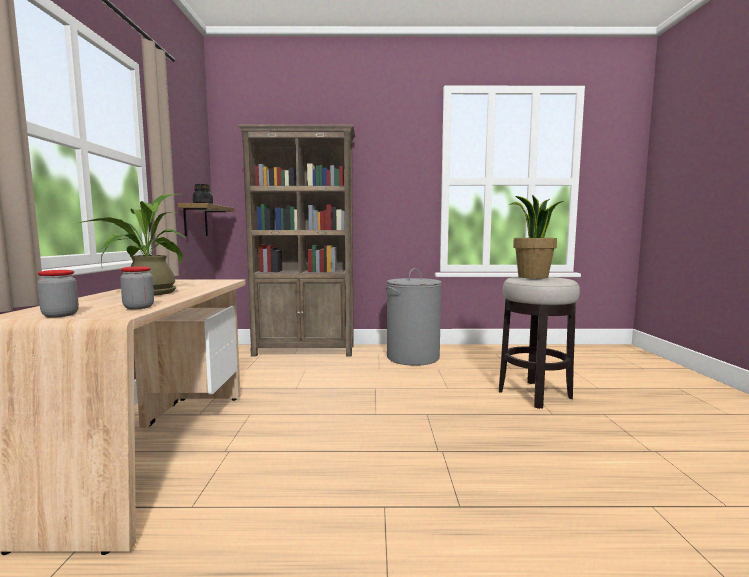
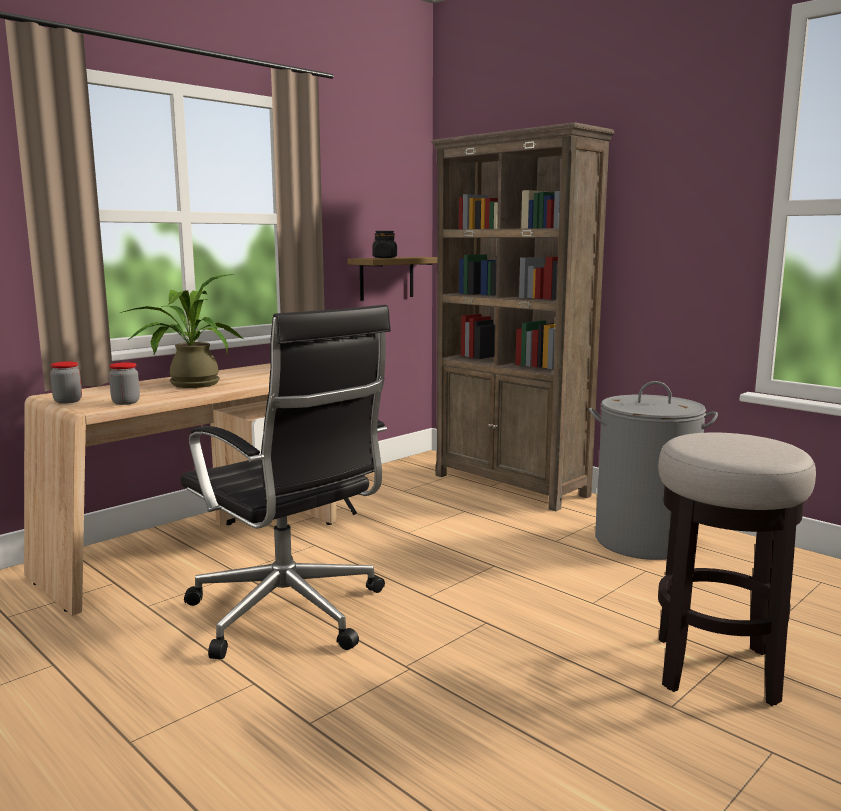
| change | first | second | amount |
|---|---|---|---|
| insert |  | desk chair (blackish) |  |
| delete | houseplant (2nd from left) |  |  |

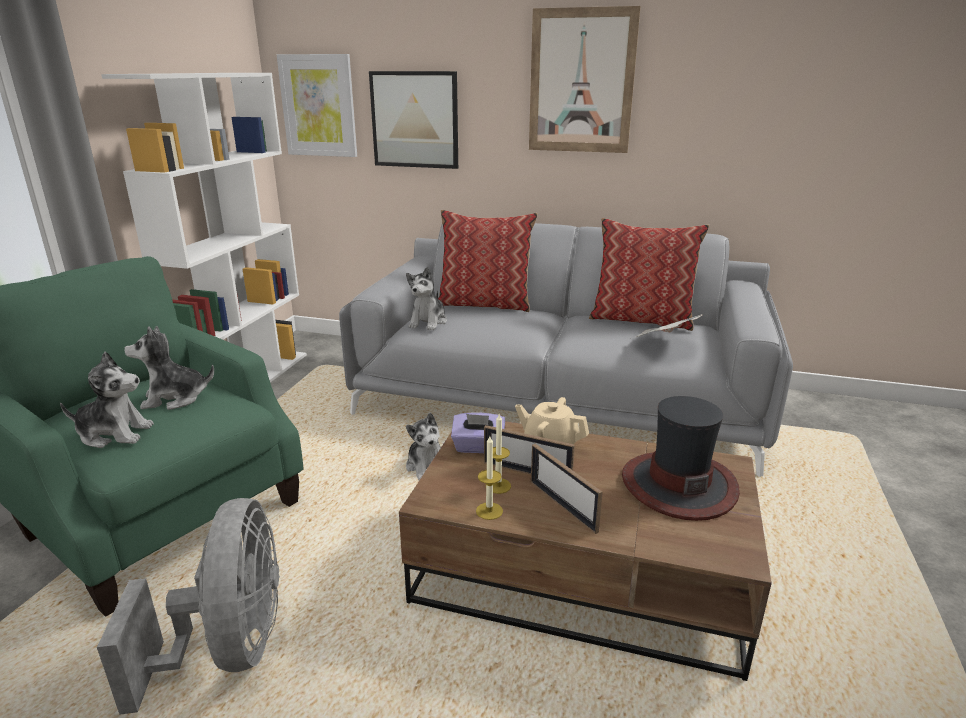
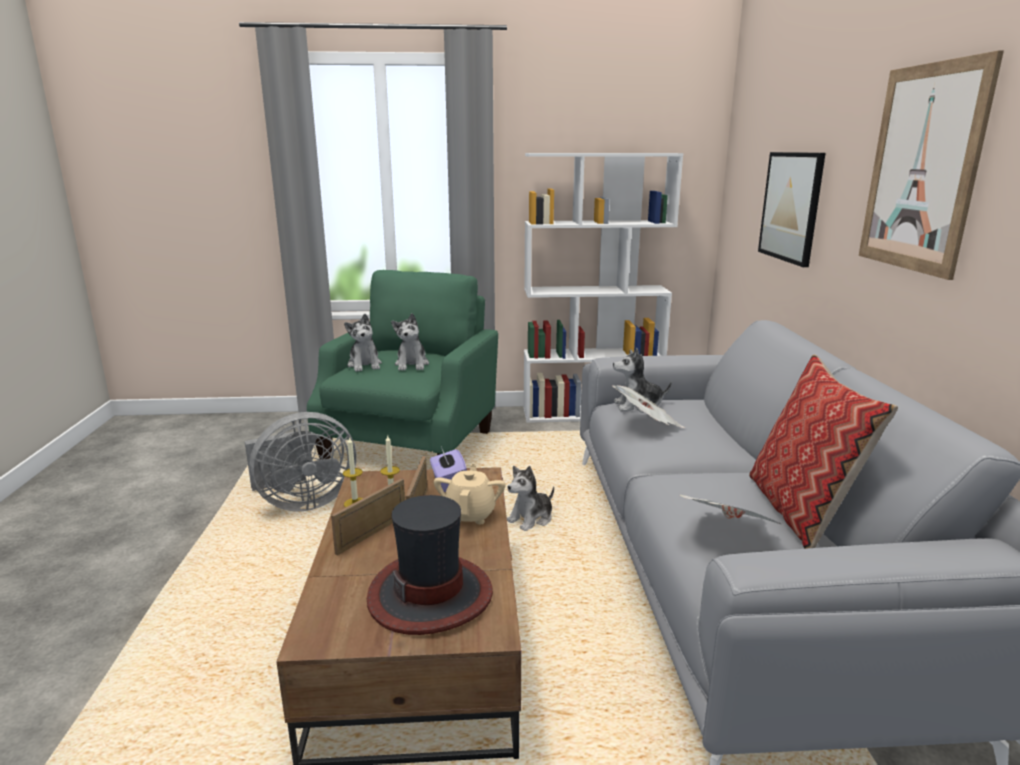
| change | first | second | amount |
|---|---|---|---|
| rotate | soft toy (2nd from left) |  | 150 degrees counterclockwise |
| insert |  | newspaper (1st from left) |  |
| delete | wall art (1st from left) |  |  |
| delete | cushion (1st from left) |  |  |

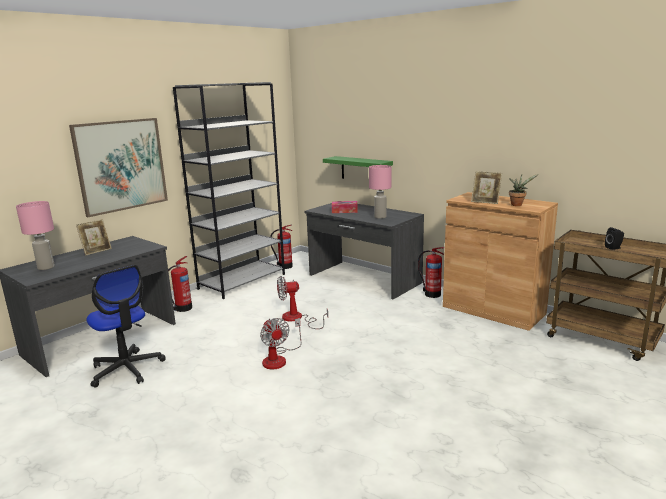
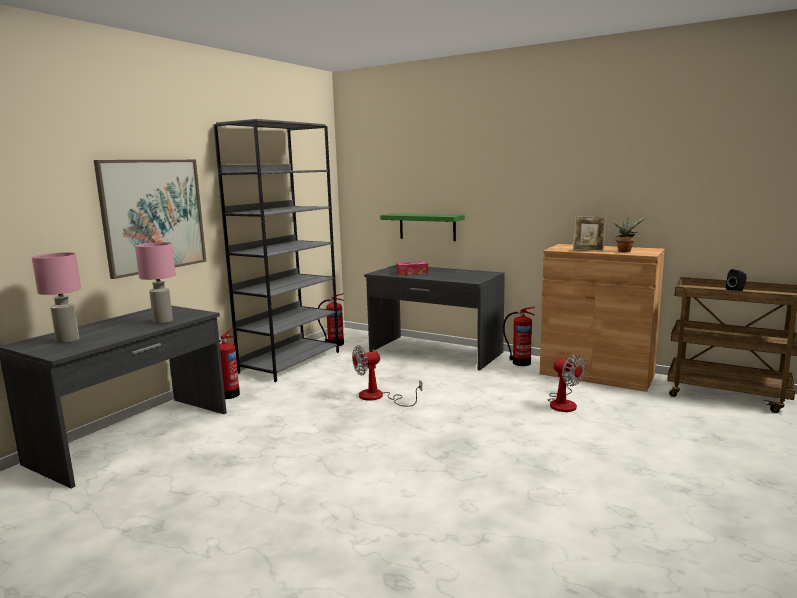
| change | first | second | amount |
|---|---|---|---|
| move | tabletop lamp (pink-coloured) (2nd from left) |  |  |
| move | fan (1st from left in the first image) | fan (2nd from left) |  |
| delete | standing frame (1st from left) |  |  |
| delete | desk chair |  |  |

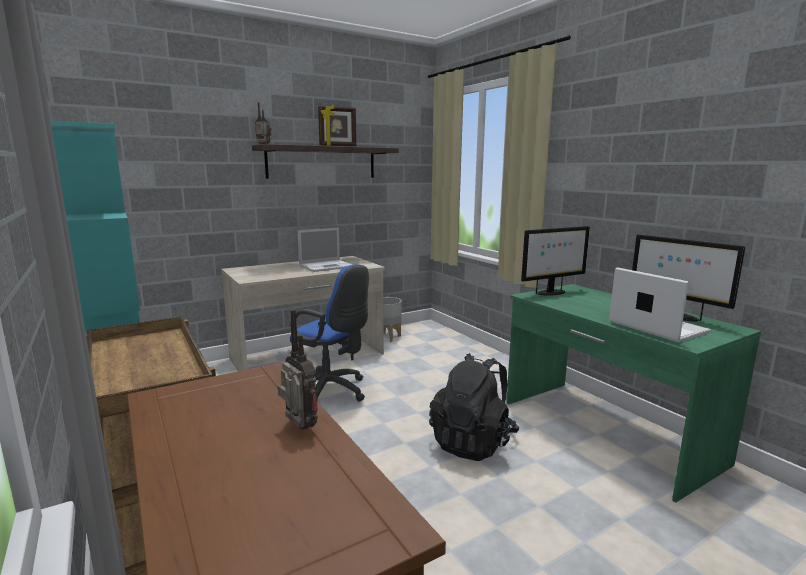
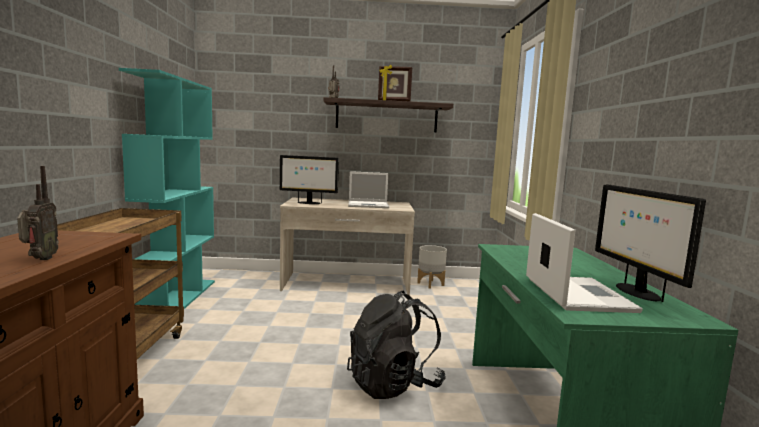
| change | first | second | amount |
|---|---|---|---|
| move | computer screen (1st from left) |  |  |
| delete | desk chair (blue-coloured) |  |  |

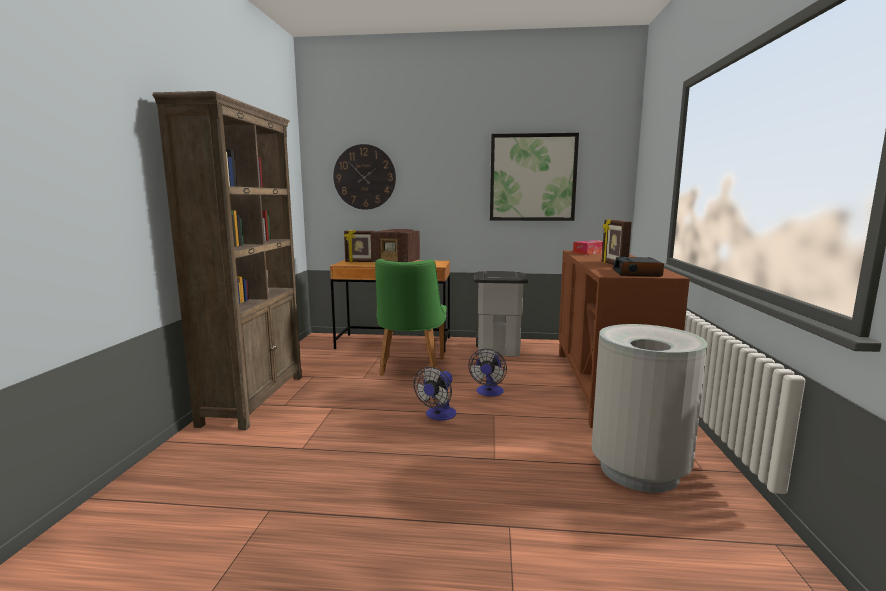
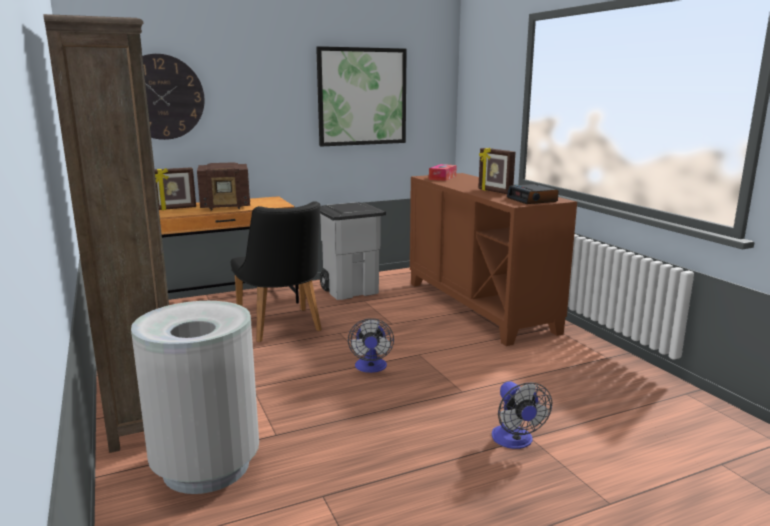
| change | first | second | amount |
|---|---|---|---|
| move | rubbish bin (gray) (2nd from left in the first image) | rubbish bin (gray) (1st from left) |  |
| recolor | chair (green-coloured) | chair (blackish) |  |
| move | fan (2nd from left) |  |  |

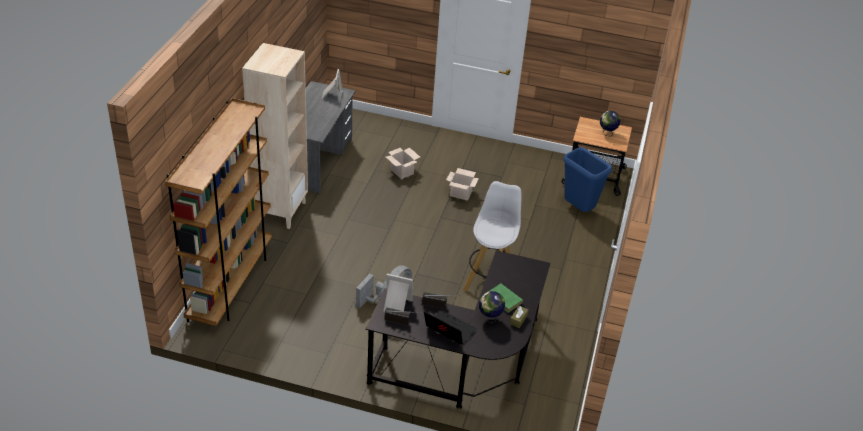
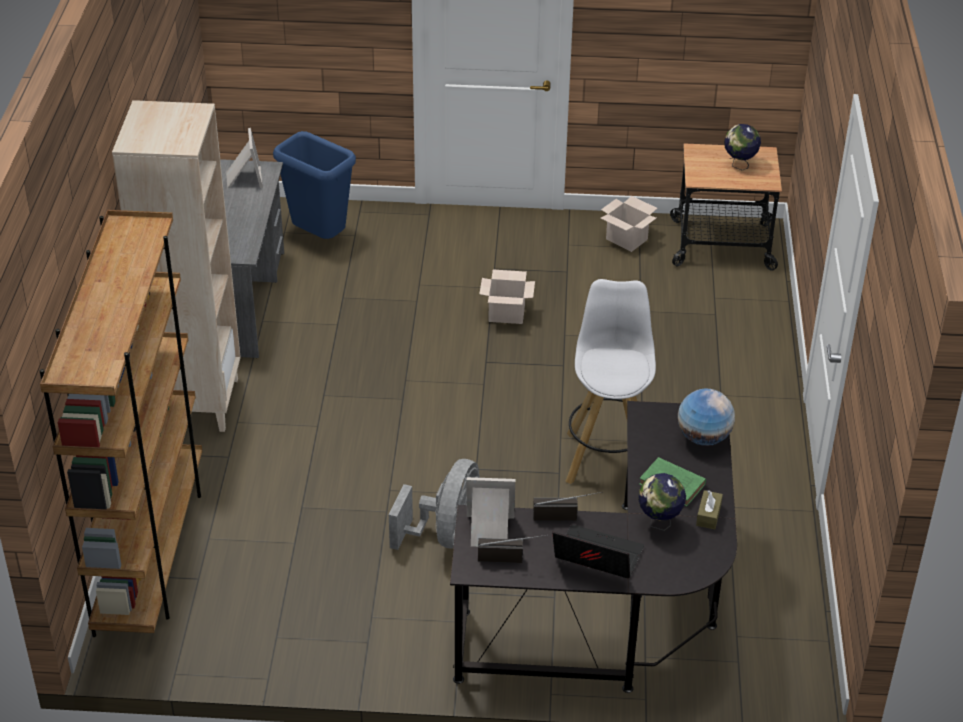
| change | first | second | amount |
|---|---|---|---|
| move | rubbish bin (blue-coloured) |  |  |
| move | cardboard box (1st from left in the first image) | cardboard box (2nd from left) |  |
| insert |  | desk globe (2nd from left) |  |

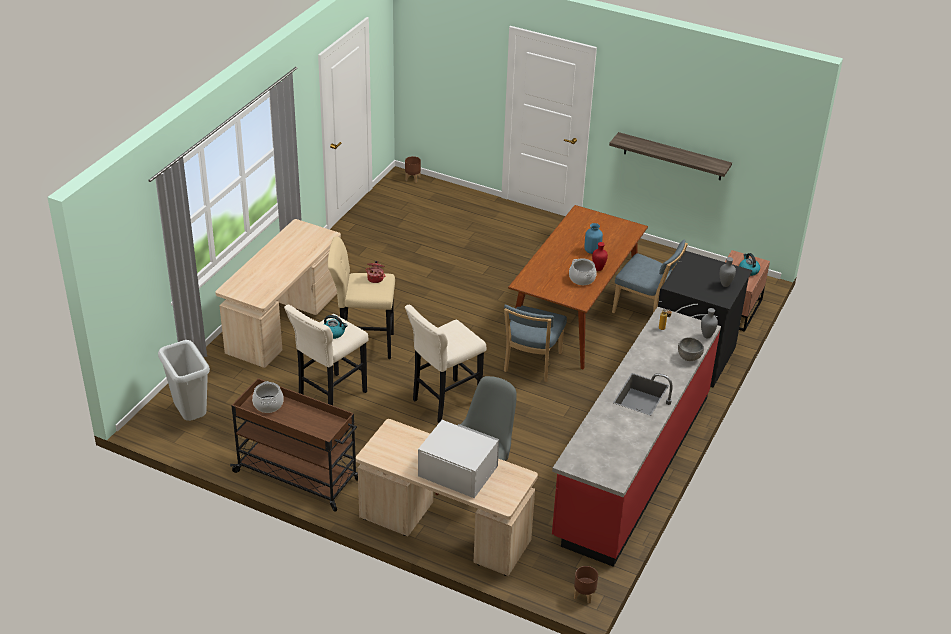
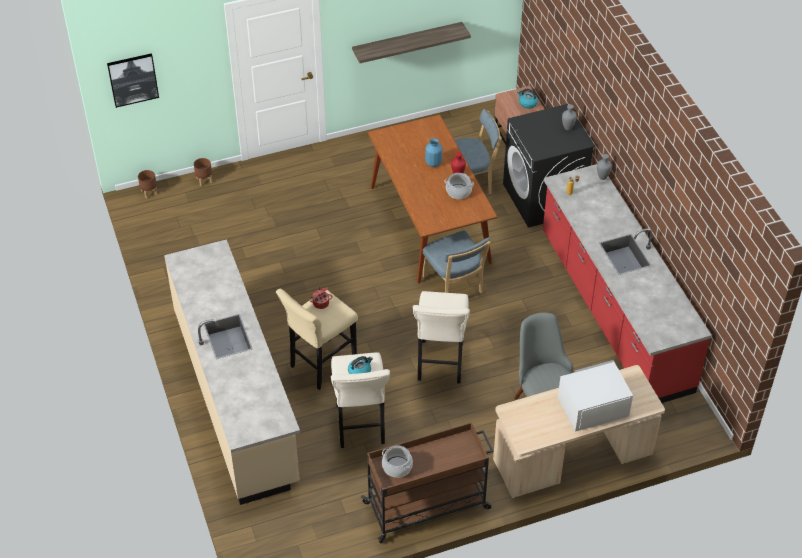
| change | first | second | amount |
|---|---|---|---|
| insert |  | wall art |  |
| replace | desk table (sand-coloured) (1st from left) | kitchen base unit (sand-coloured) |  |
| move | flower pot (brown) (2nd from left) |  |  |
| delete | rubbish bin (gray) |  |  |
| delete | bowl (gray) |  |  |

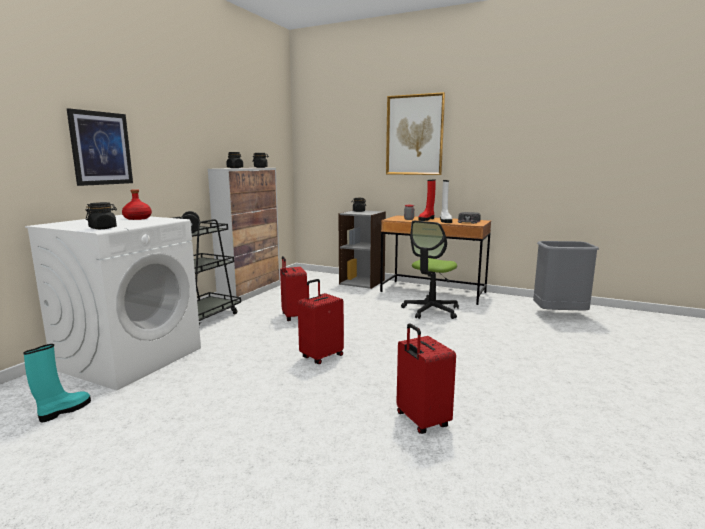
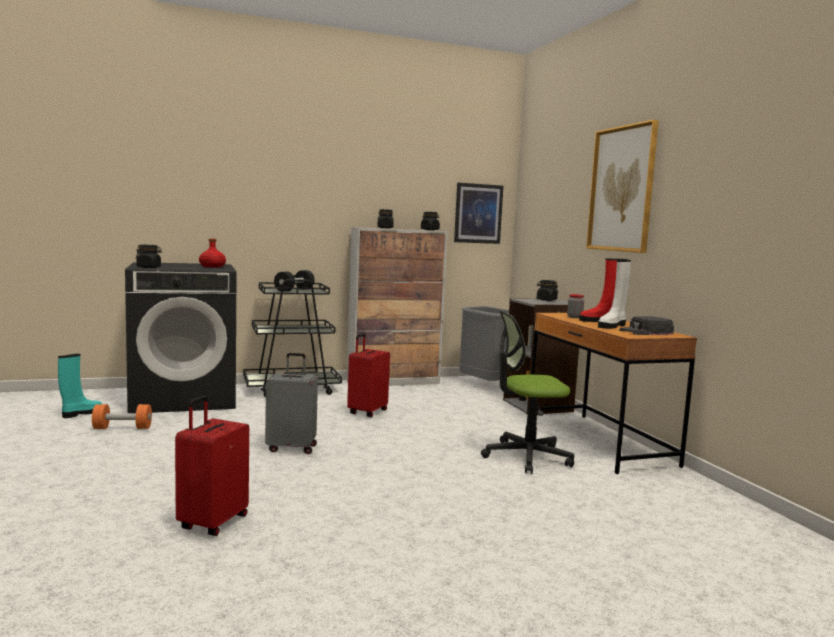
| change | first | second | amount |
|---|---|---|---|
| rotate | high-top boot (turquoise) |  | 45 degrees counterclockwise |
| insert |  | dumbbell (orange) |  |
| recolor | laundry machine (white-coloured) | laundry machine (blackish) |  |
| recolor | suitcase (reddish) (2nd from left) | suitcase (gray) |  |
| move | wall art (1st from left) |  |  |
| move | rubbish bin (gray) |  |  |

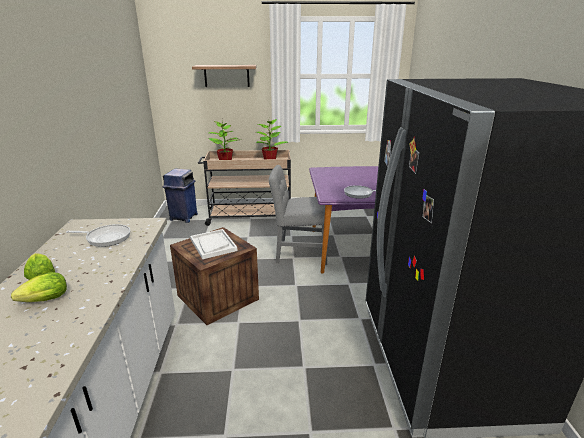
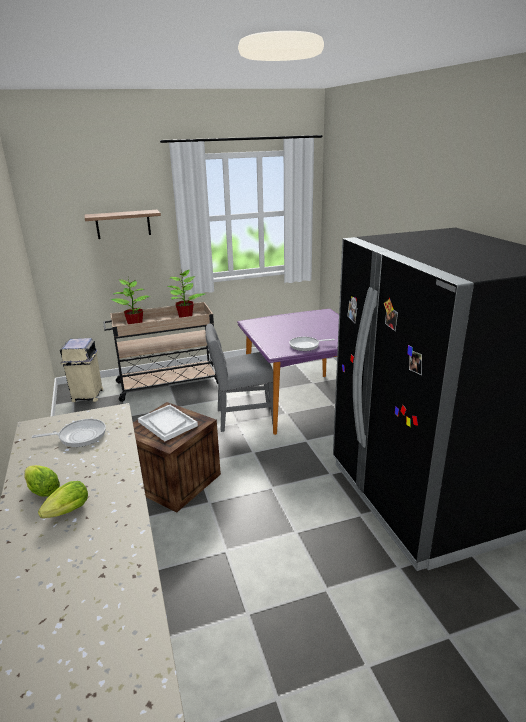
| change | first | second | amount |
|---|---|---|---|
| recolor | rubbish bin (blue-coloured) | rubbish bin (sand-coloured) |  |

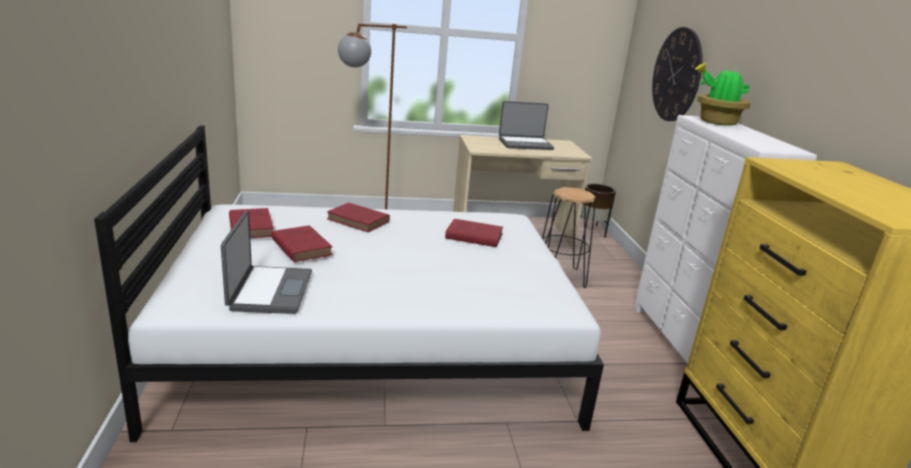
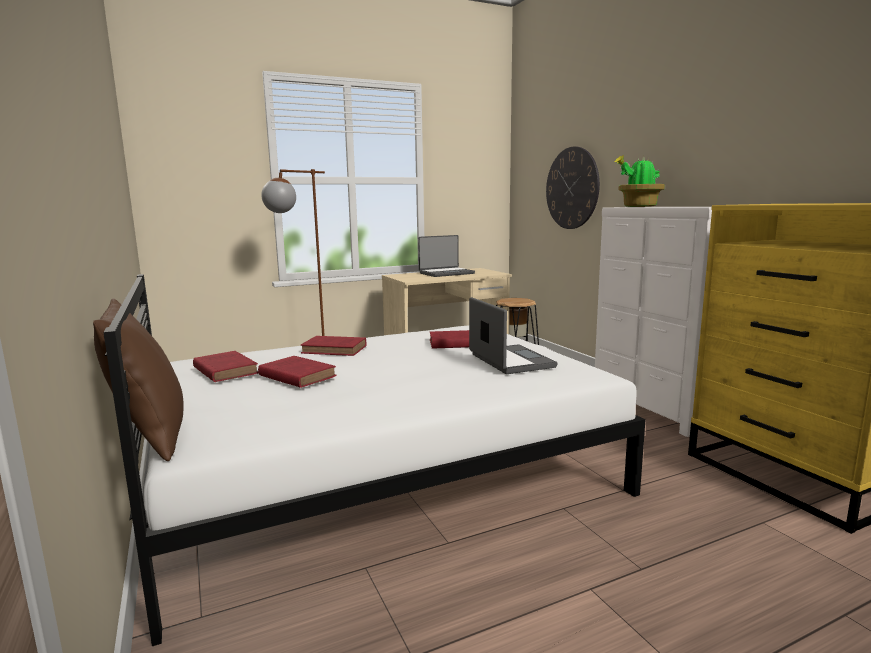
| change | first | second | amount |
|---|---|---|---|
| insert |  | cushion (brown) |  |
| move | notebook computer (1st from left in the first image) | notebook computer (2nd from left) |  |

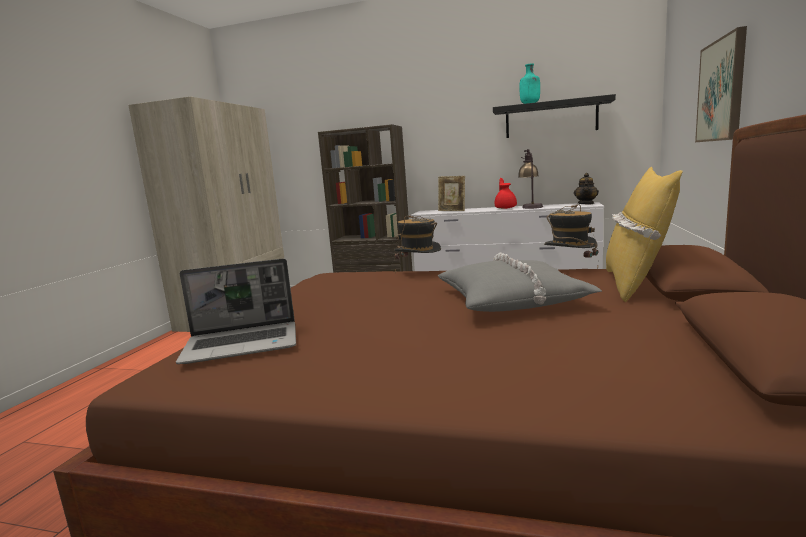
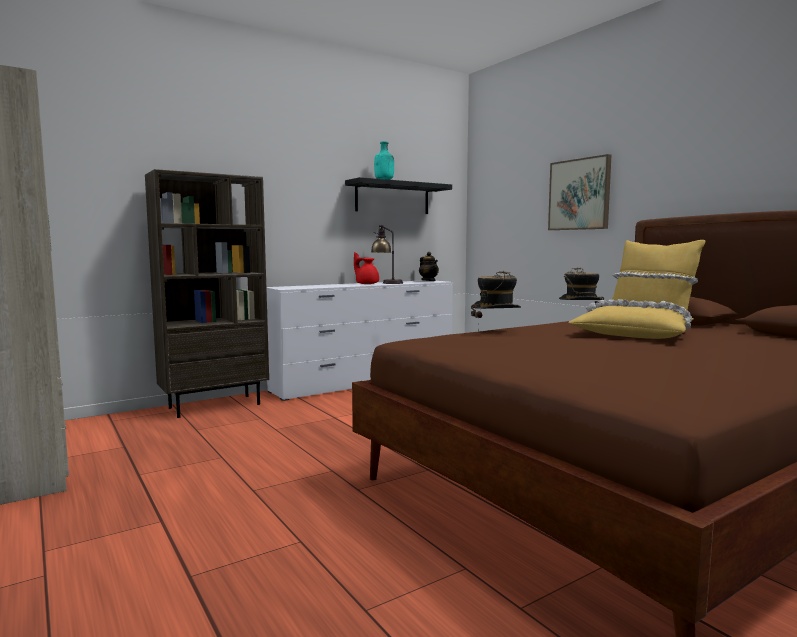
| change | first | second | amount |
|---|---|---|---|
| recolor | cushion (gray) | cushion (yellow) (1st from left) |  |
| delete | notebook computer |  |  |
| delete | standing frame |  |  |

